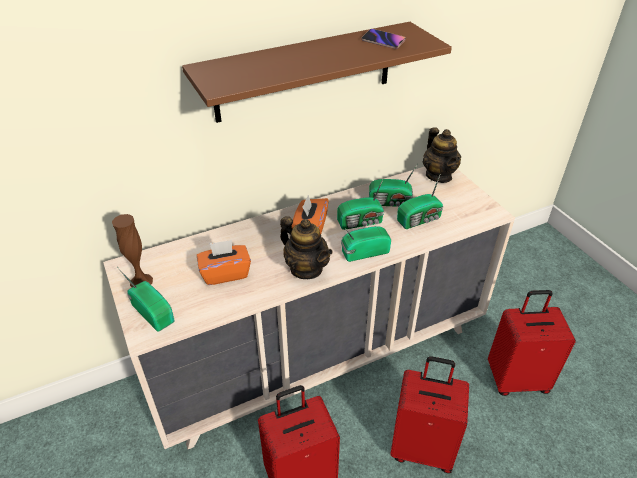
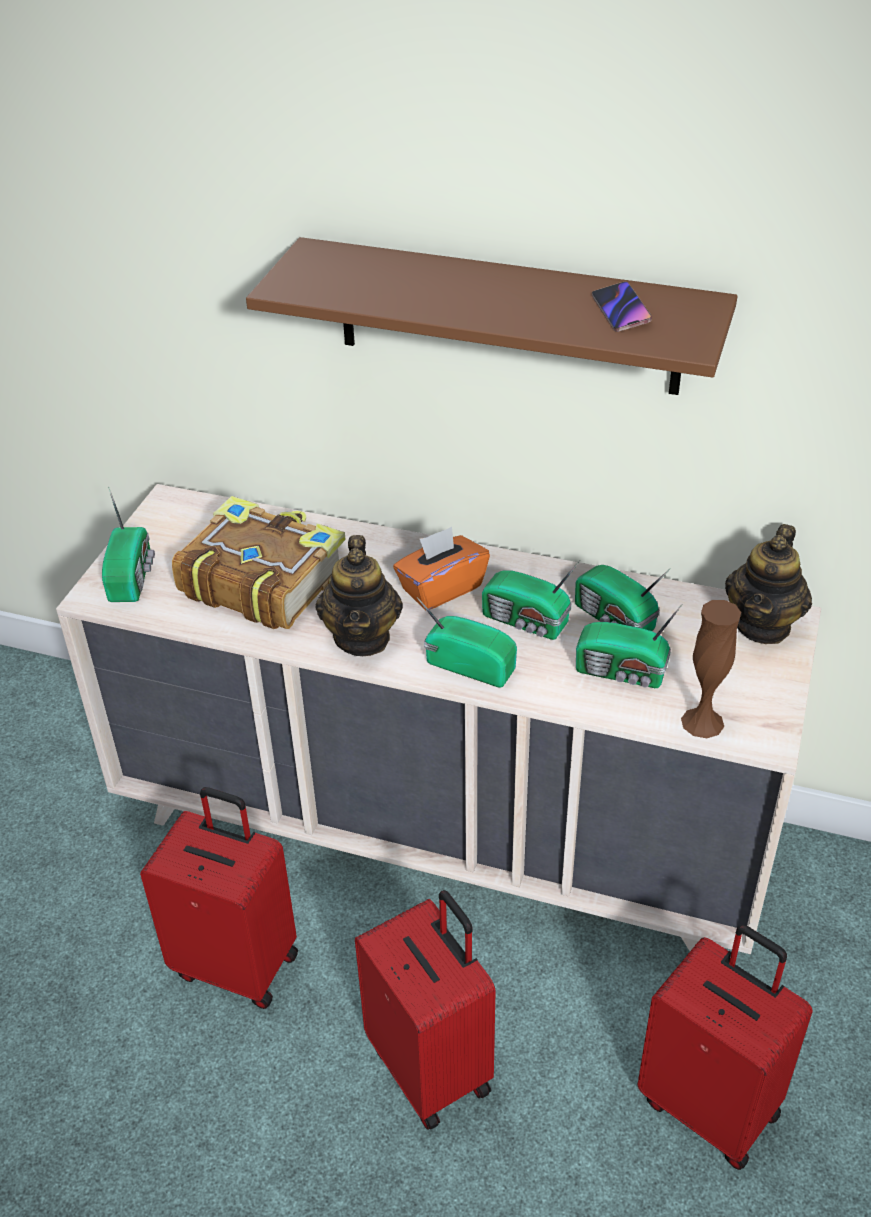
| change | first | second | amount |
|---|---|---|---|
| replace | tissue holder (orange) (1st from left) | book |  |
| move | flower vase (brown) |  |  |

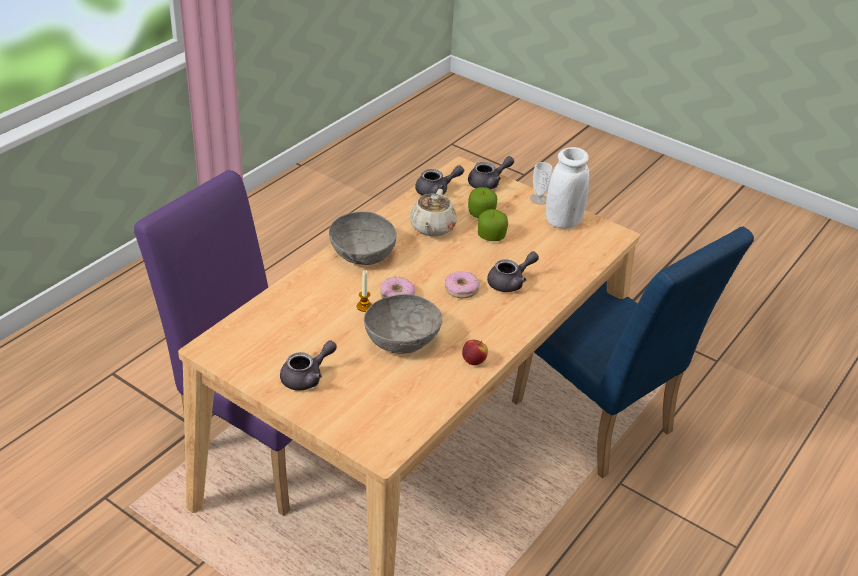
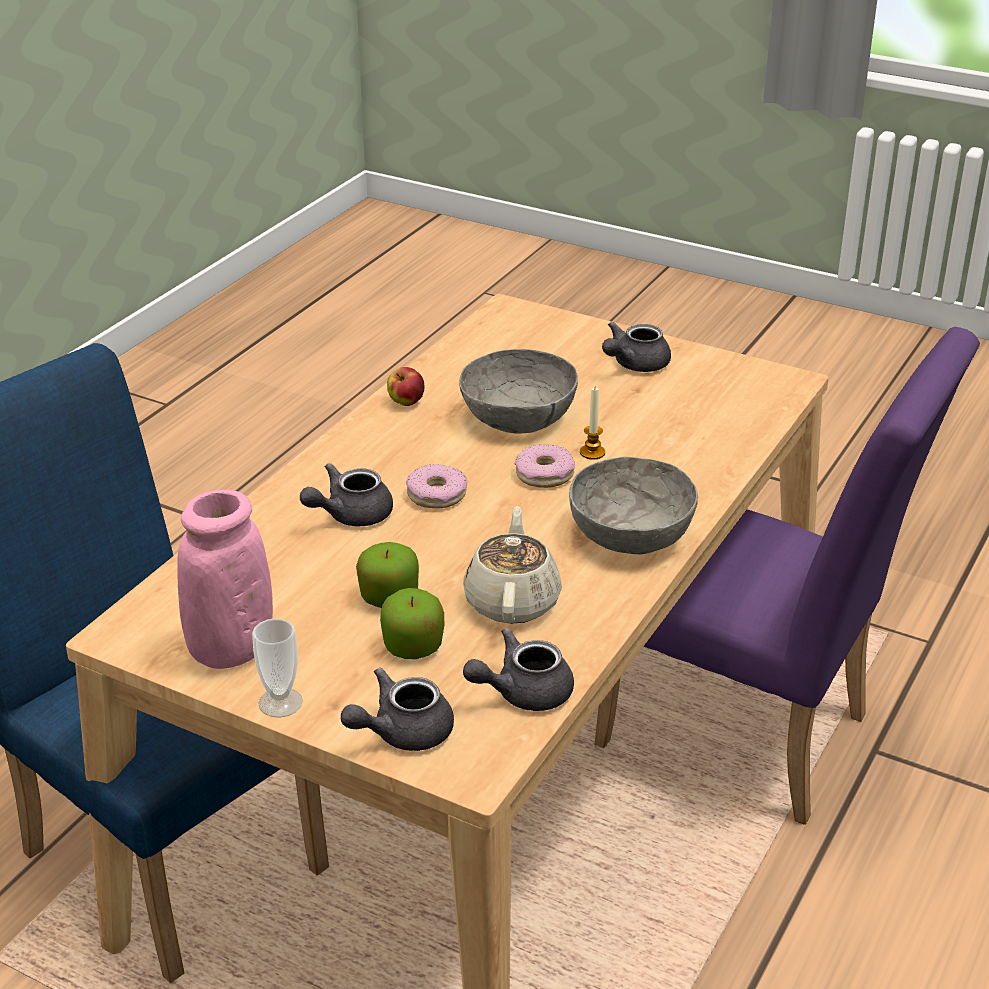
| change | first | second | amount |
|---|---|---|---|
| recolor | flower vase (white-coloured) | flower vase (pink-coloured) |  |

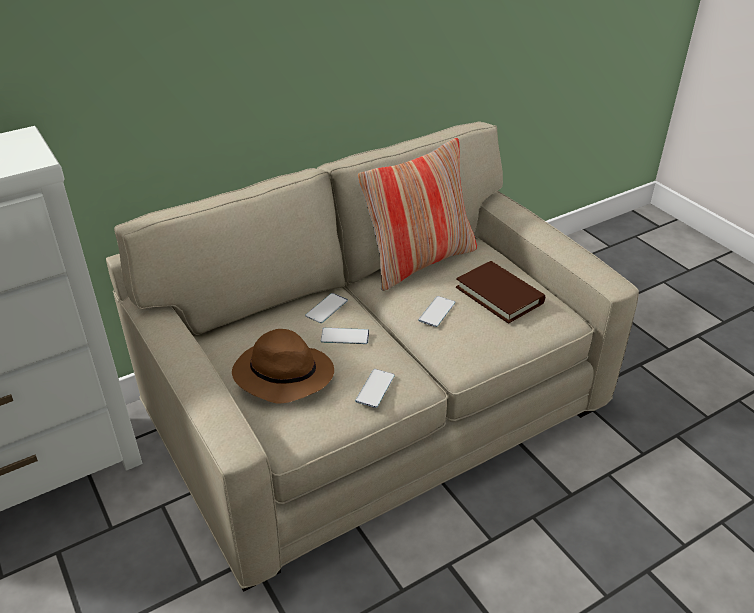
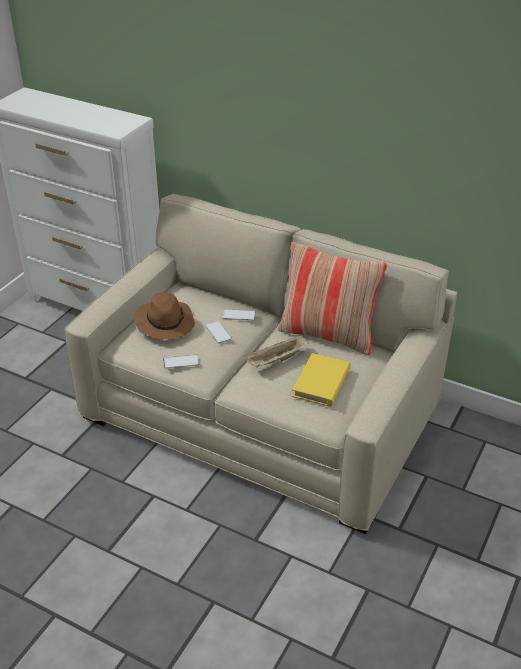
| change | first | second | amount |
|---|---|---|---|
| replace | phone (4th from left) | serving tray (sand-coloured) |  |
| recolor | book (brown) | book (yellow) |  |

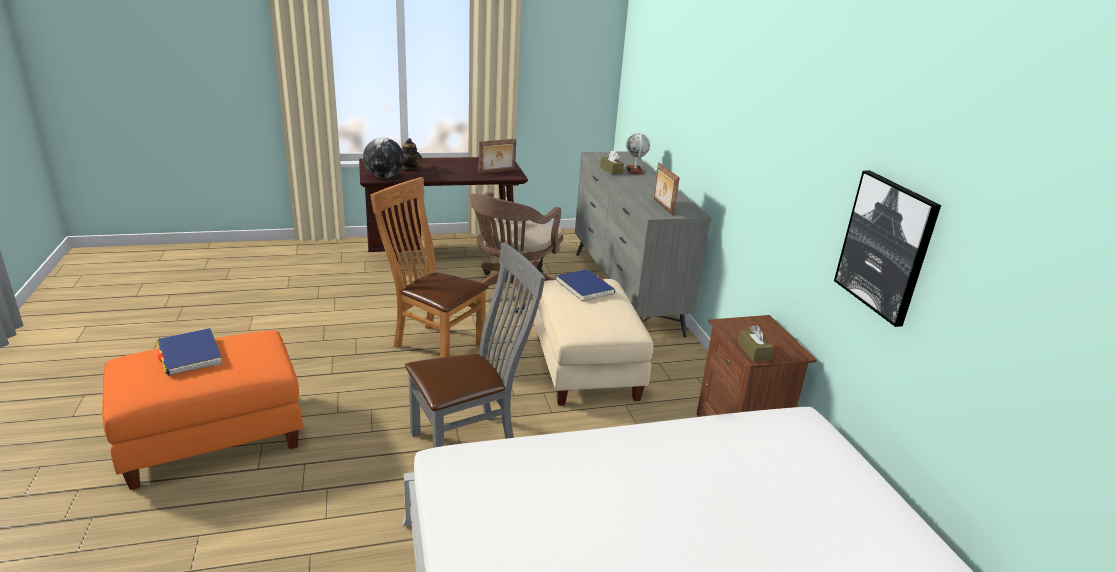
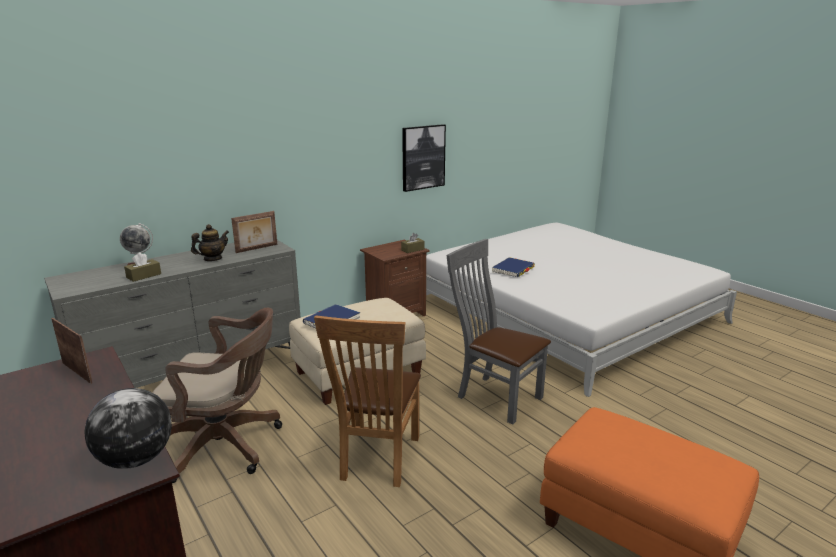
| change | first | second | amount |
|---|---|---|---|
| move | teapot |  |  |
| move | book (blue-coloured) (1st from left in the first image) | book (blue-coloured) (2nd from left) |  |

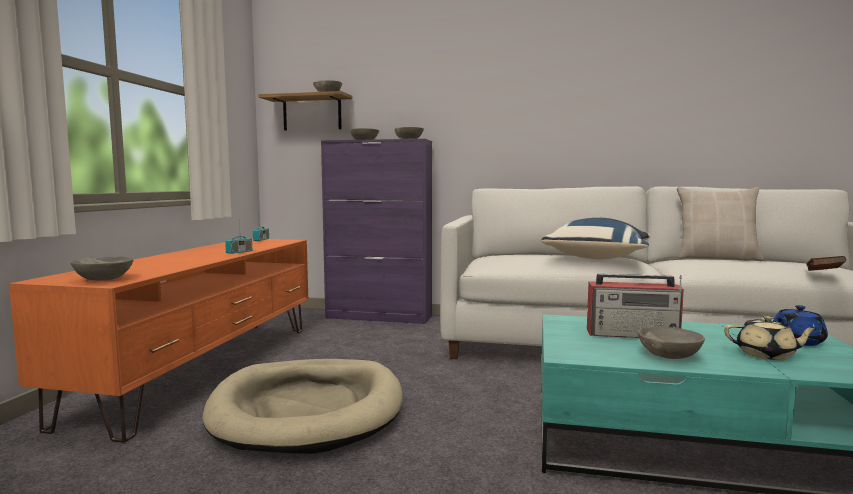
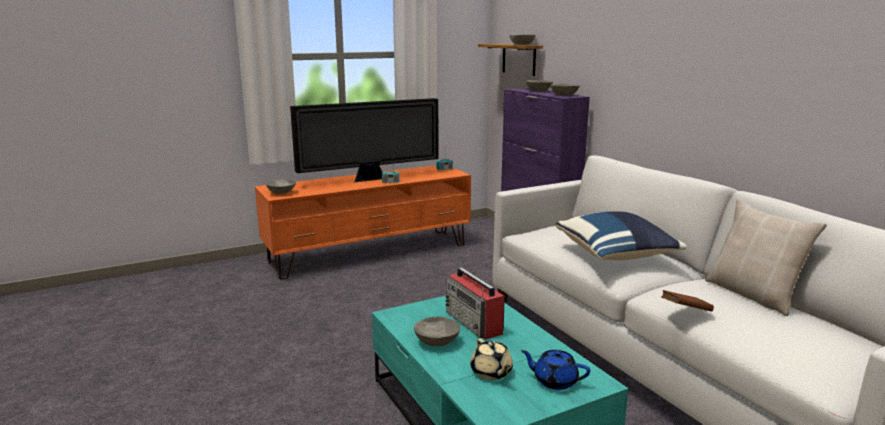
| change | first | second | amount |
|---|---|---|---|
| insert |  | television |  |
| move | book (brown) |  |  |
| delete | dog bed (sand-coloured) |  |  |

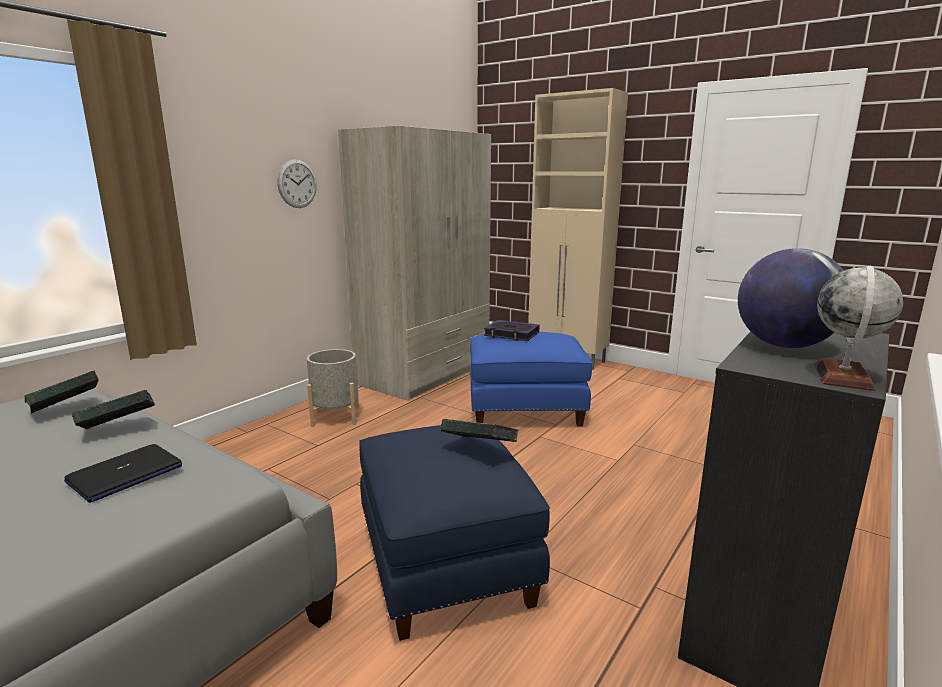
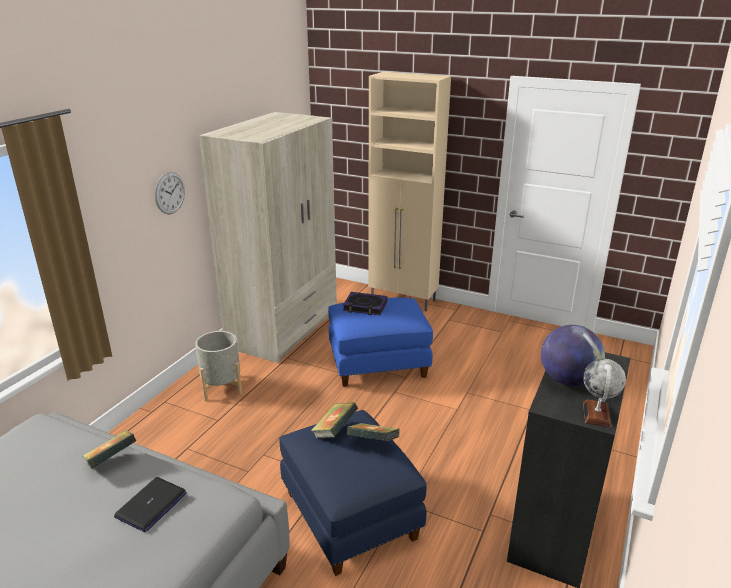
| change | first | second | amount |
|---|---|---|---|
| move | book (1st from left in the first image) | book (2nd from left) |  |

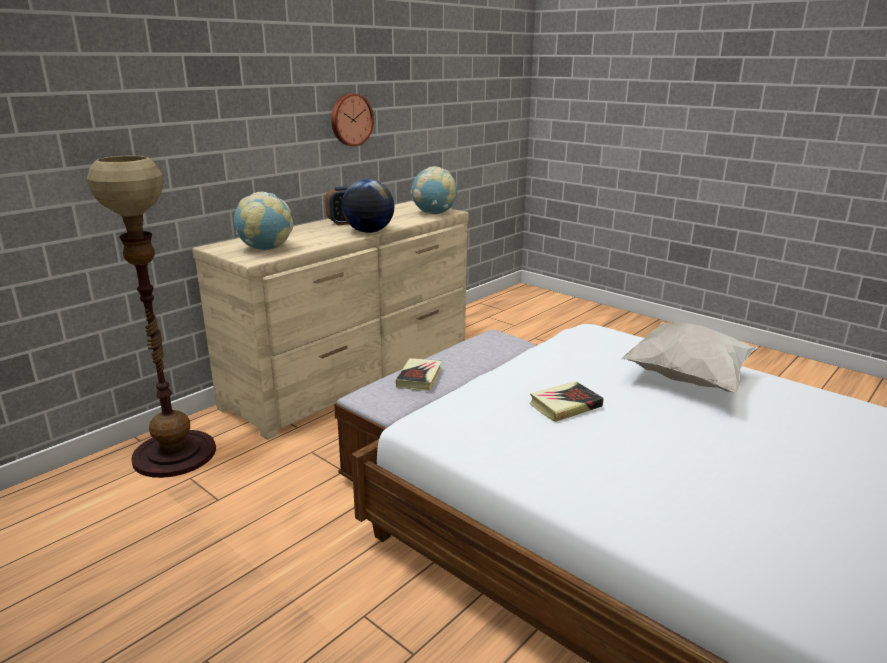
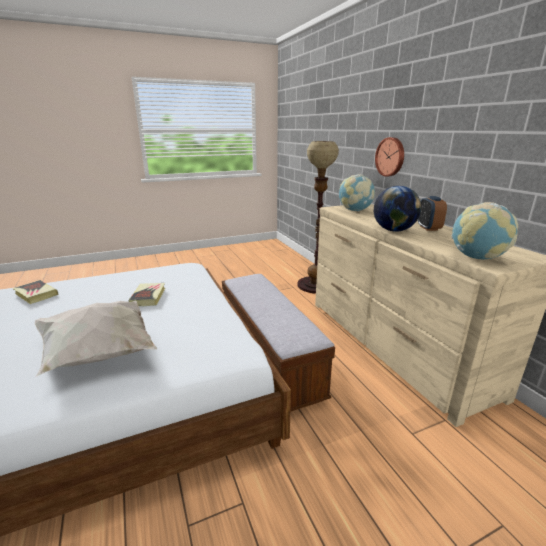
| change | first | second | amount |
|---|---|---|---|
| move | book (1st from left) |  |  |
| move | wall clock |  |  |

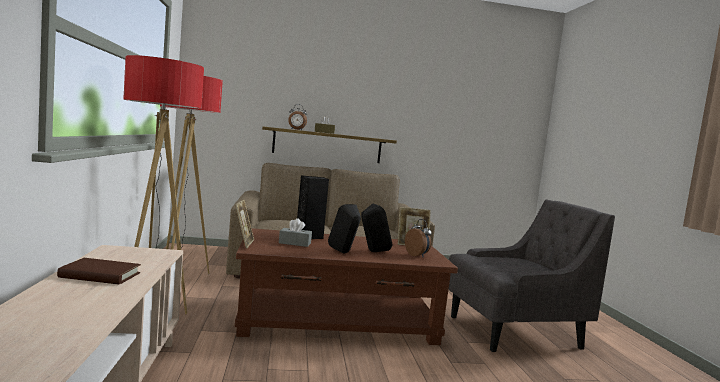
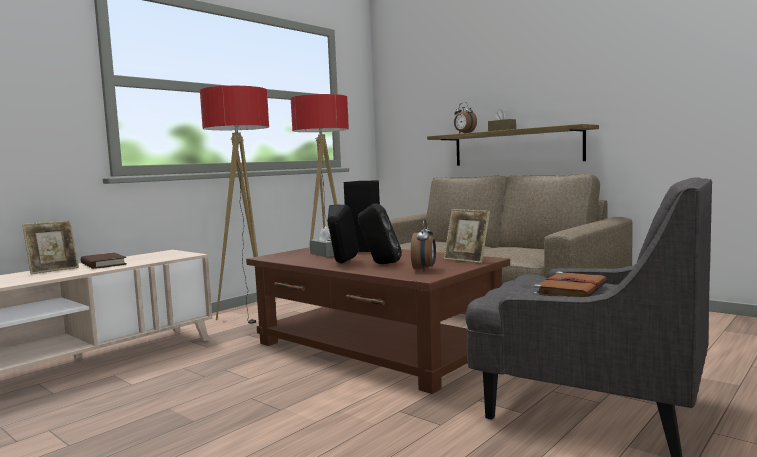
| change | first | second | amount |
|---|---|---|---|
| move | standing frame (1st from left) |  |  |
| insert |  | book (brown) (2nd from left) |  |

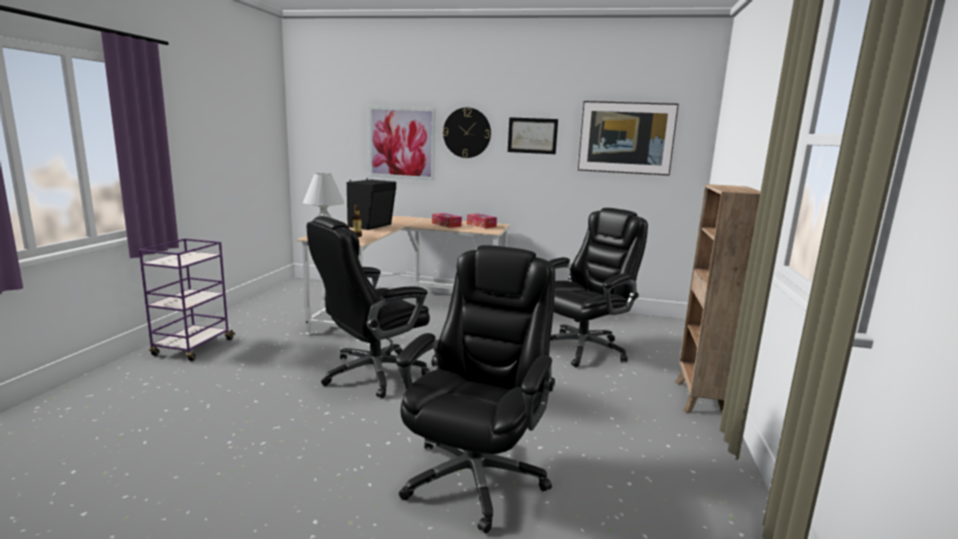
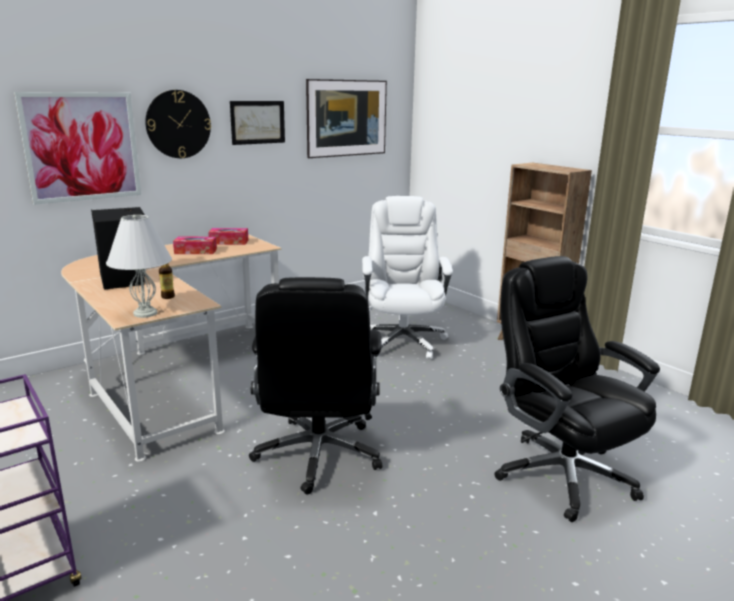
| change | first | second | amount |
|---|---|---|---|
| recolor | desk chair (blackish) (3rd from left) | desk chair (white-coloured) |  |

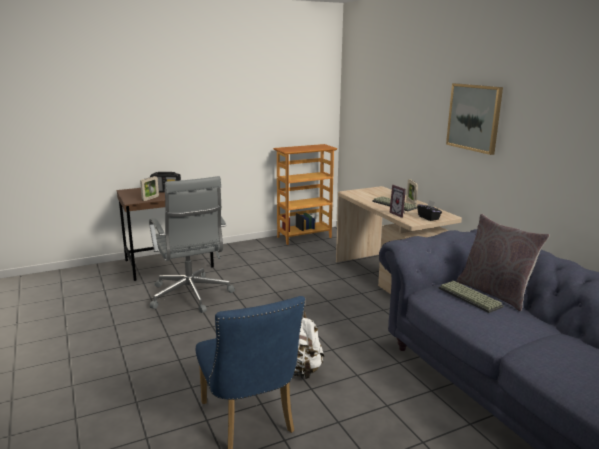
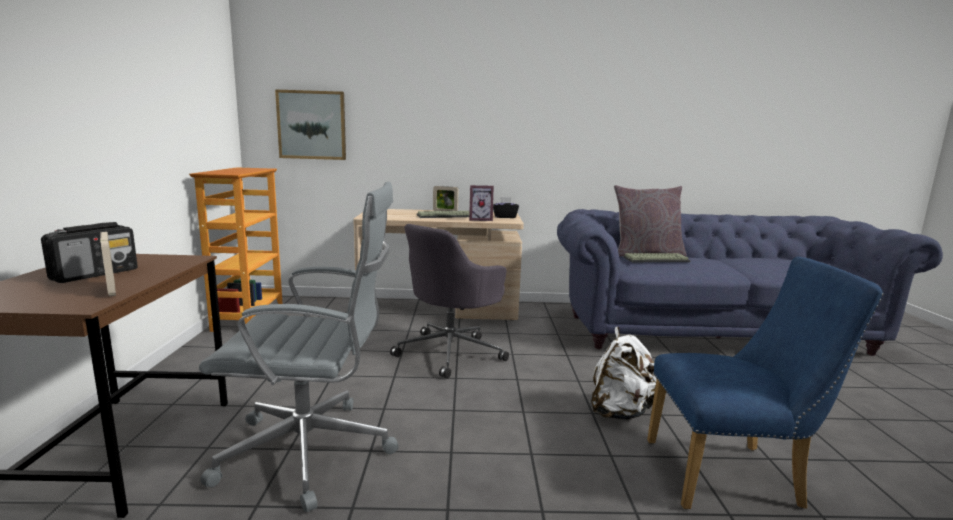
| change | first | second | amount |
|---|---|---|---|
| move | wall art |  |  |
| insert |  | desk chair (gray) (2nd from left) |  |

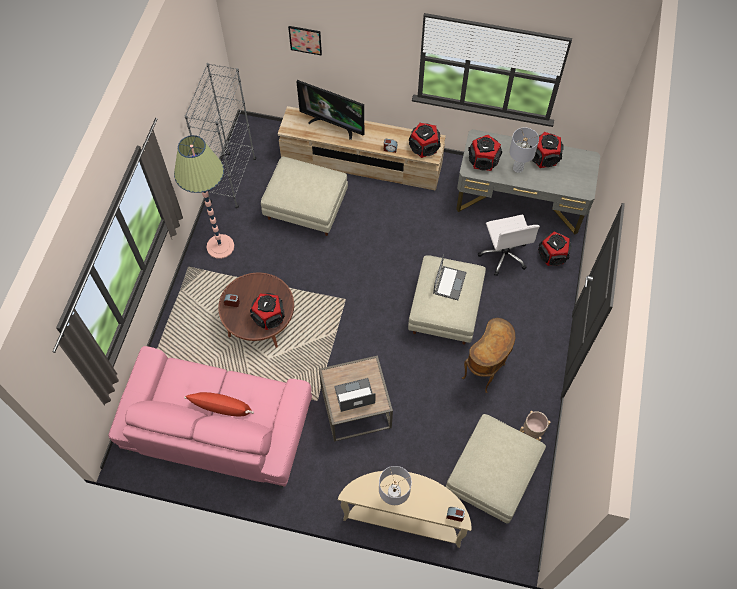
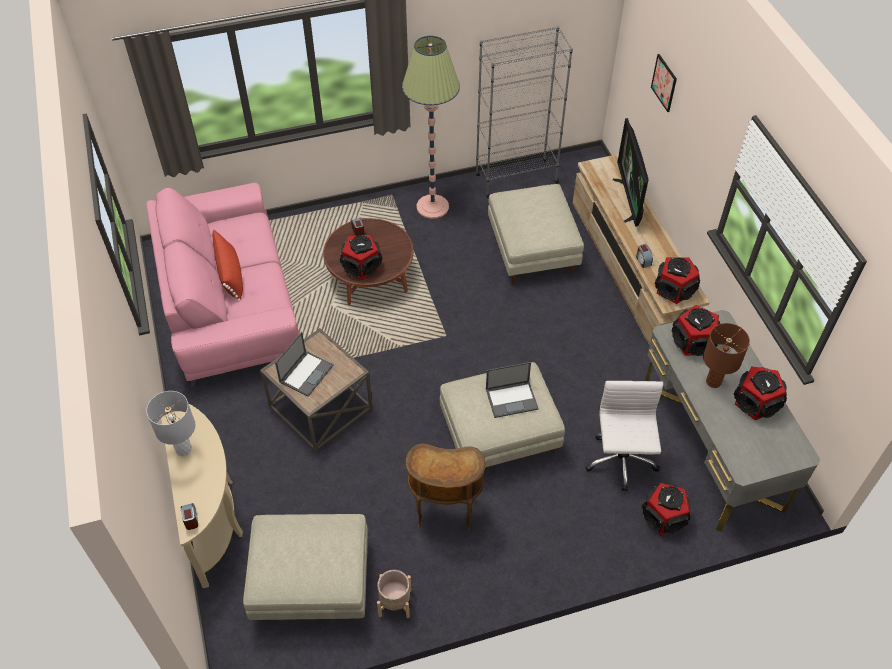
| change | first | second | amount |
|---|---|---|---|
| rotate | notebook computer (1st from left) |  | 75 degrees clockwise |
| rotate | desk chair (white-coloured) |  | 135 degrees clockwise |
| recolor | tabletop lamp (gray) (2nd from left) | tabletop lamp (brown) |  |

